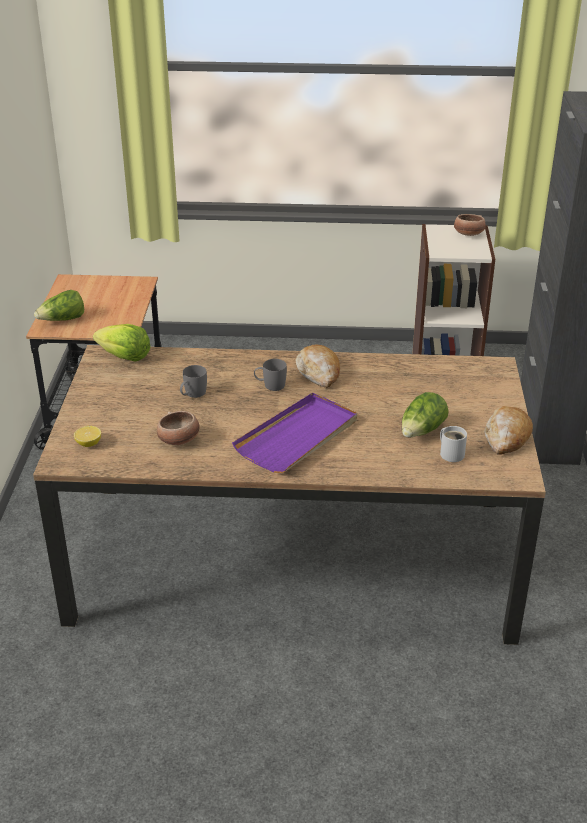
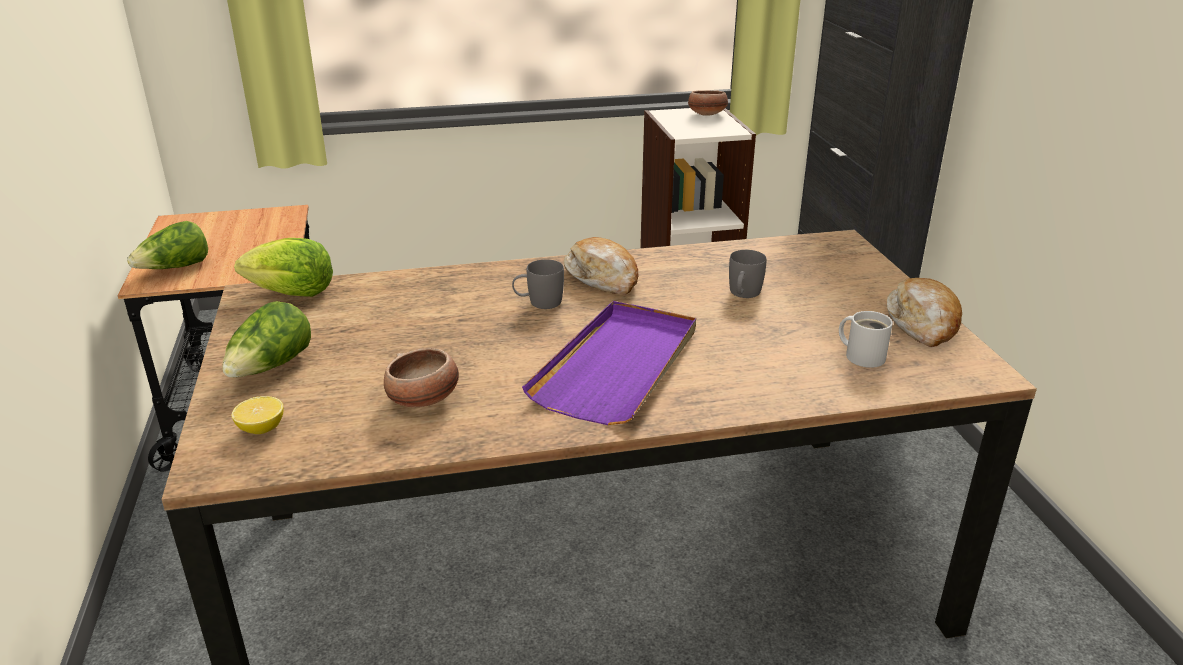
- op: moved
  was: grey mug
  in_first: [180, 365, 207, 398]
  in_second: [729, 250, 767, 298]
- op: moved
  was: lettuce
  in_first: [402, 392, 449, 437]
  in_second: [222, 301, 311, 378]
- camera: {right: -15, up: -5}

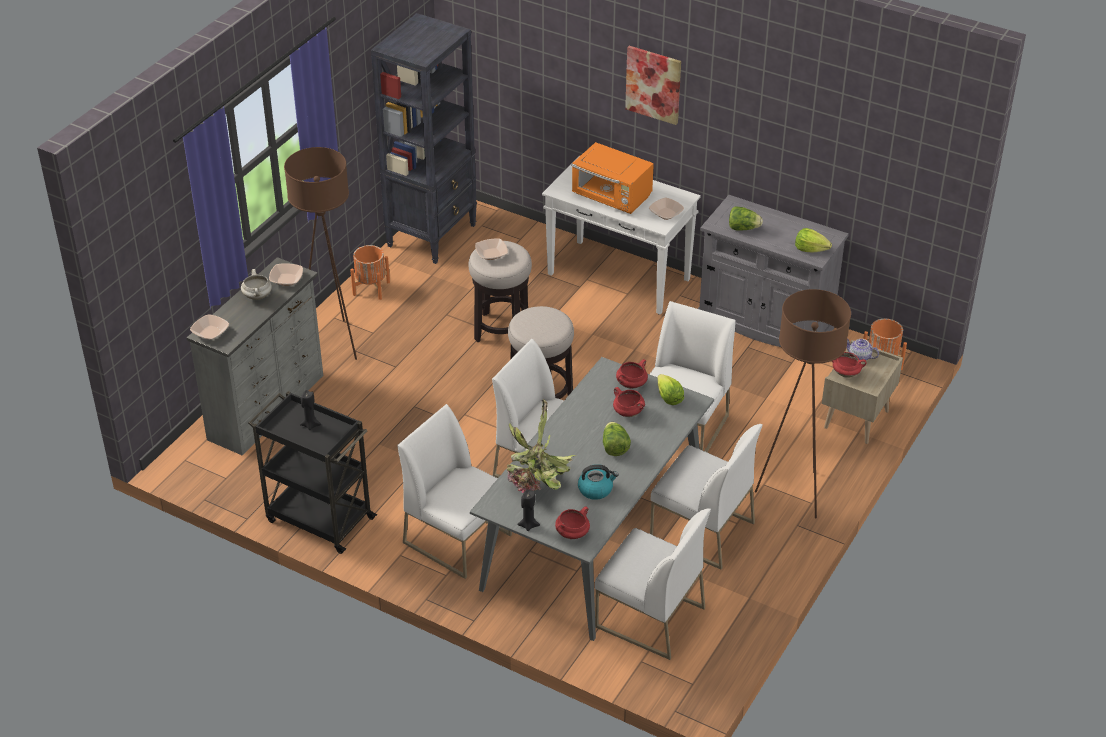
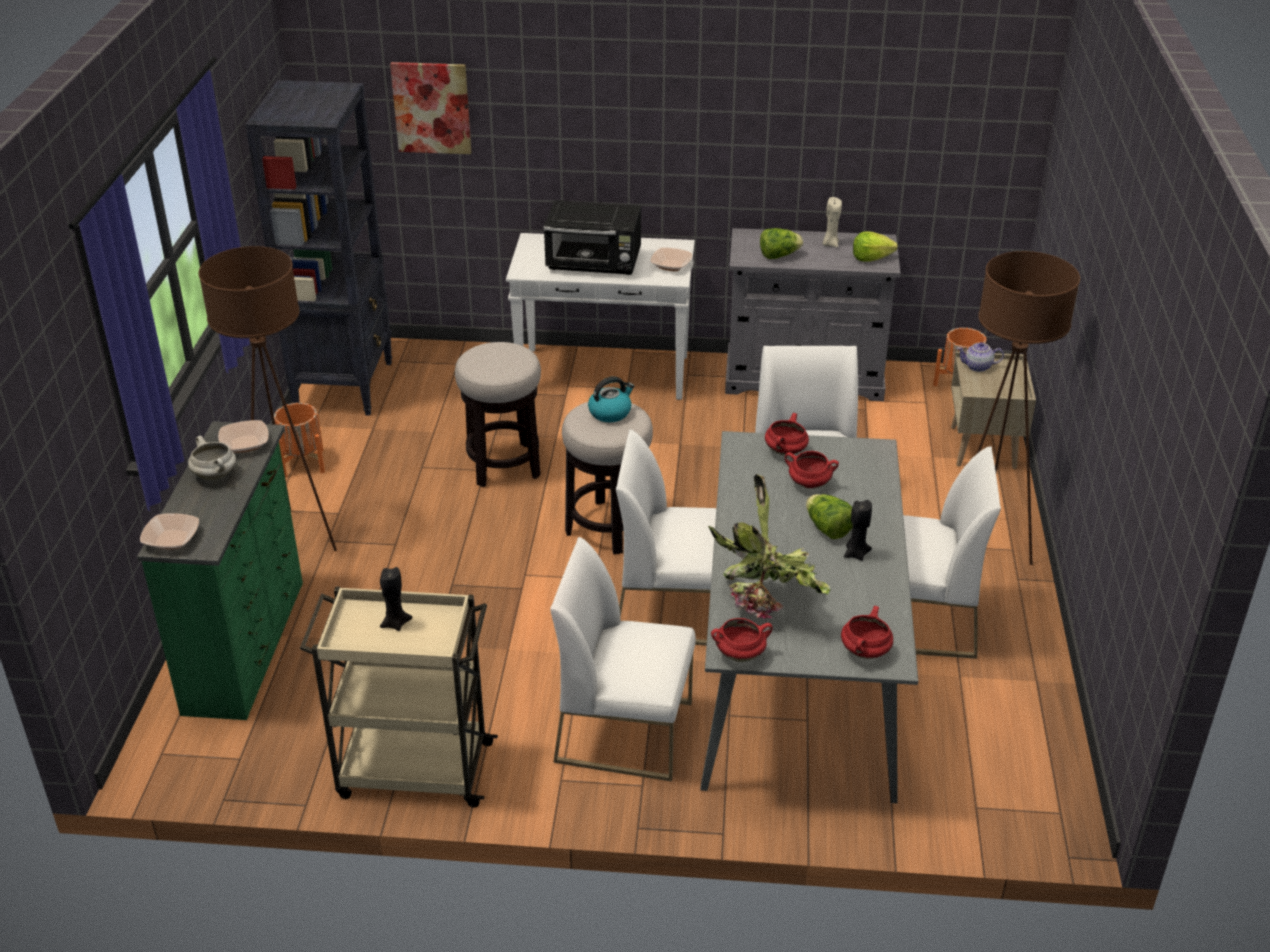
- op: removed
  was: bowl
  in_first: [475, 238, 508, 260]
- op: removed
  was: white chair
  in_first: [595, 508, 711, 660]
- op: removed
  was: lettuce
  in_first: [658, 374, 684, 405]
- op: added
  now: beige candle
  in_second: [822, 197, 842, 248]
- op: moved
  was: black candle
  in_first: [517, 490, 540, 531]
  in_second: [844, 500, 872, 561]
- op: moved
  was: kettle
  in_first: [578, 464, 619, 500]
  in_second: [588, 376, 634, 422]
- op: moved
  was: picture
  in_first: [625, 46, 681, 125]
  in_second: [390, 62, 471, 154]
- op: moved
  was: red cooking pot
  in_first: [832, 352, 867, 378]
  in_second: [711, 618, 772, 662]
- op: recoloured
  was: grey dresser
  now: green dresser
  in_first: [187, 257, 323, 456]
  in_second: [137, 421, 303, 720]
- op: recoloured
  was: black cart
  now: beige cart
  in_first: [248, 391, 377, 554]
  in_second: [300, 586, 498, 808]
- op: recoloured
  was: orange microwave
  now: black microwave
  in_first: [572, 142, 654, 214]
  in_second: [543, 200, 641, 275]
- camera: {right: -25, up: -5}

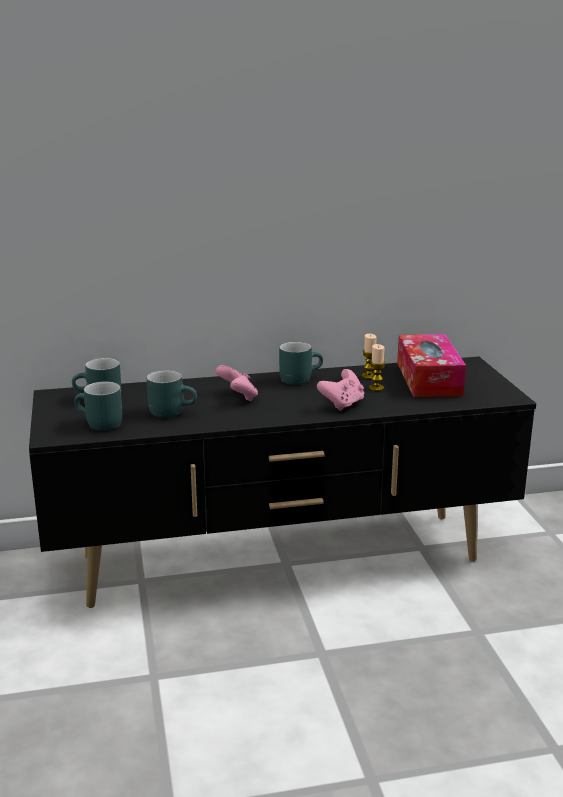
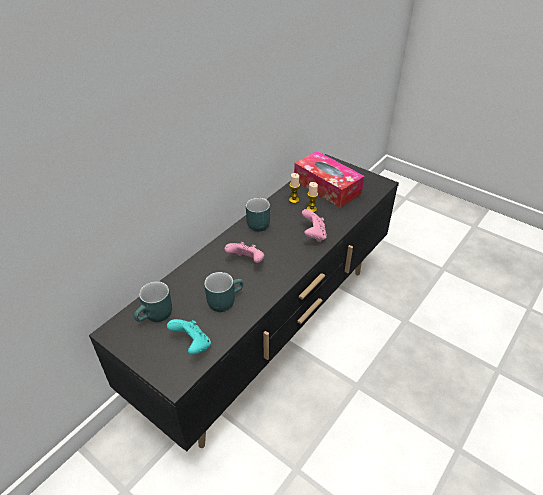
- op: replaced
  was: turquoise mug
  now: turquoise game controller
  in_first: [75, 381, 122, 431]
  in_second: [167, 319, 211, 355]
- camera: {right: -40, up: 20}

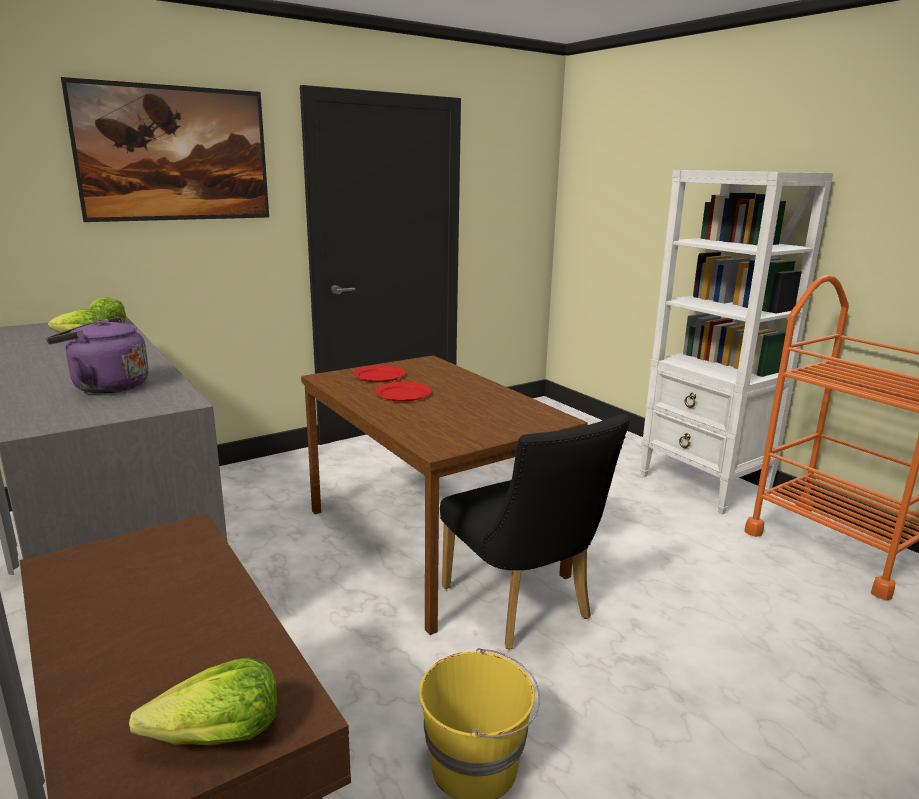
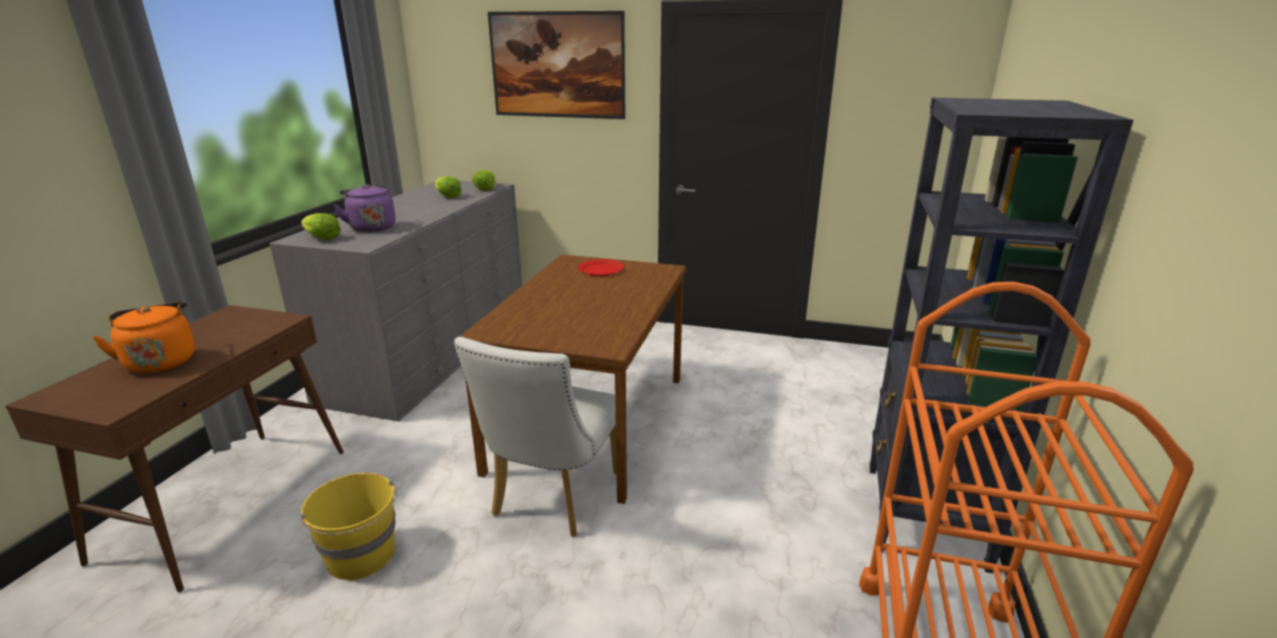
- op: removed
  was: red plate
  in_first: [374, 382, 431, 402]
- op: added
  now: orange kettle
  in_second: [92, 301, 195, 373]
- op: moved
  was: lettuce
  in_first: [129, 658, 278, 746]
  in_second: [301, 213, 341, 240]
- op: recoloured
  was: black chair
  now: white chair
  in_first: [440, 414, 630, 649]
  in_second: [454, 337, 617, 537]
- op: recoloured
  was: white bookcase
  now: black bookcase
  in_first: [640, 170, 833, 514]
  in_second: [869, 98, 1134, 573]
- camera: {right: 50, up: 5}

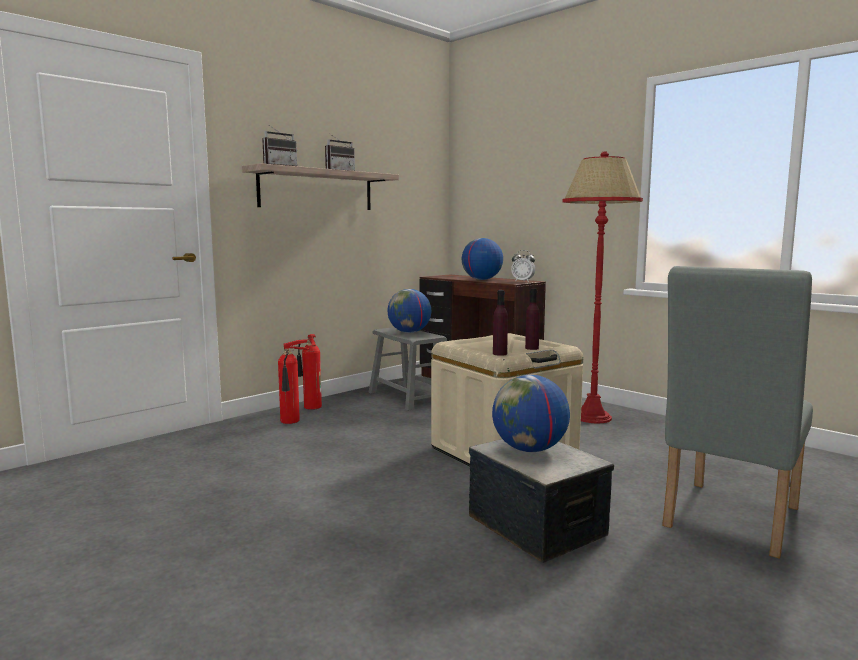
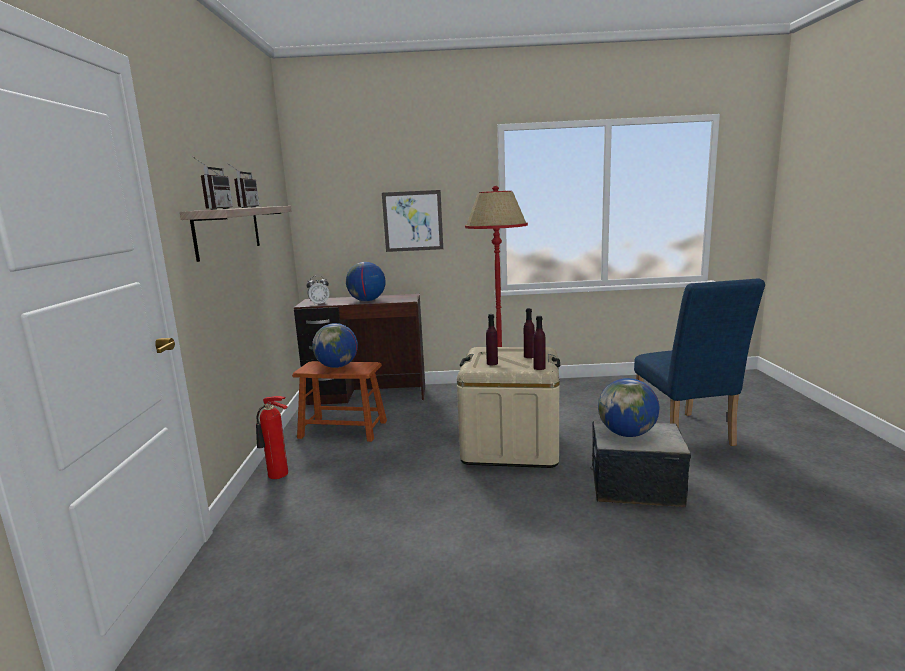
- op: removed
  was: fire extinguisher
  in_first: [278, 339, 309, 424]
- op: added
  now: picture
  in_second: [382, 190, 443, 252]
- op: added
  now: purple bottle
  in_second: [486, 314, 498, 365]
- op: moved
  was: alarm clock
  in_first: [511, 250, 535, 282]
  in_second: [306, 276, 329, 305]
- op: recoloured
  was: grey stool
  now: brown stool
  in_first: [368, 327, 447, 411]
  in_second: [292, 361, 387, 442]
- op: recoloured
  was: grey chair
  now: blue chair
  in_first: [662, 266, 813, 559]
  in_second: [634, 279, 765, 446]
- camera: {right: -45, up: 5}

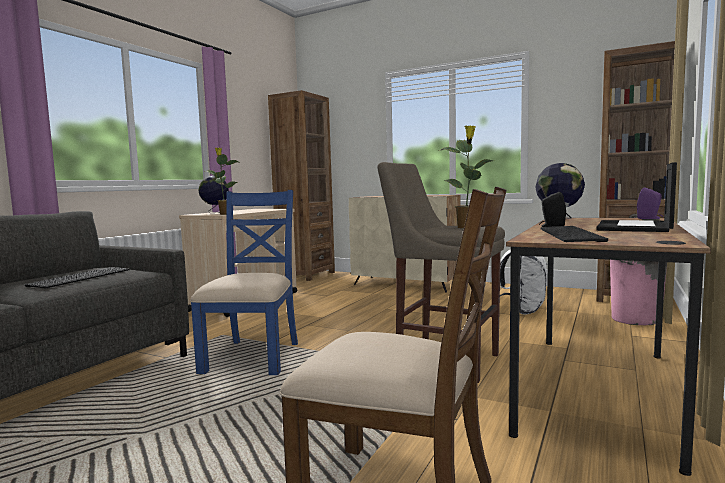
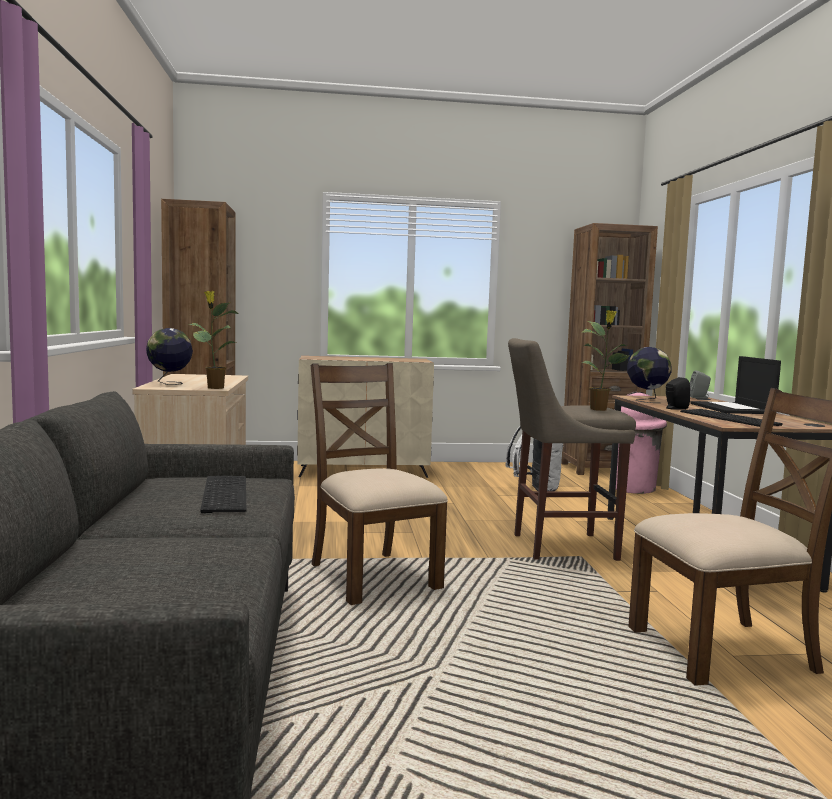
- op: recoloured
  was: blue chair
  now: brown chair
  in_first: [190, 190, 298, 375]
  in_second: [311, 363, 448, 605]
- op: recoloured
  was: purple speaker
  now: grey speaker
  in_first: [637, 188, 663, 219]
  in_second: [690, 370, 711, 398]
- camera: {right: -35, up: 0}

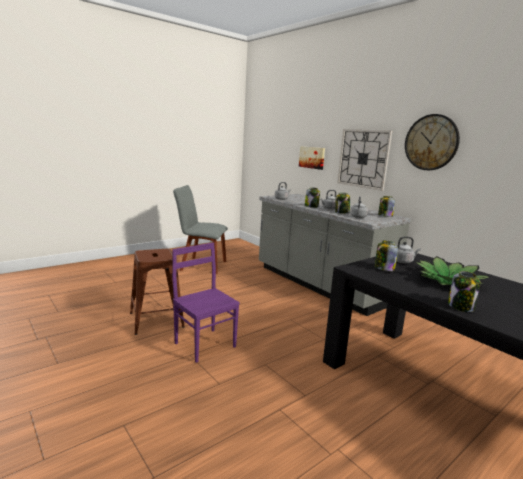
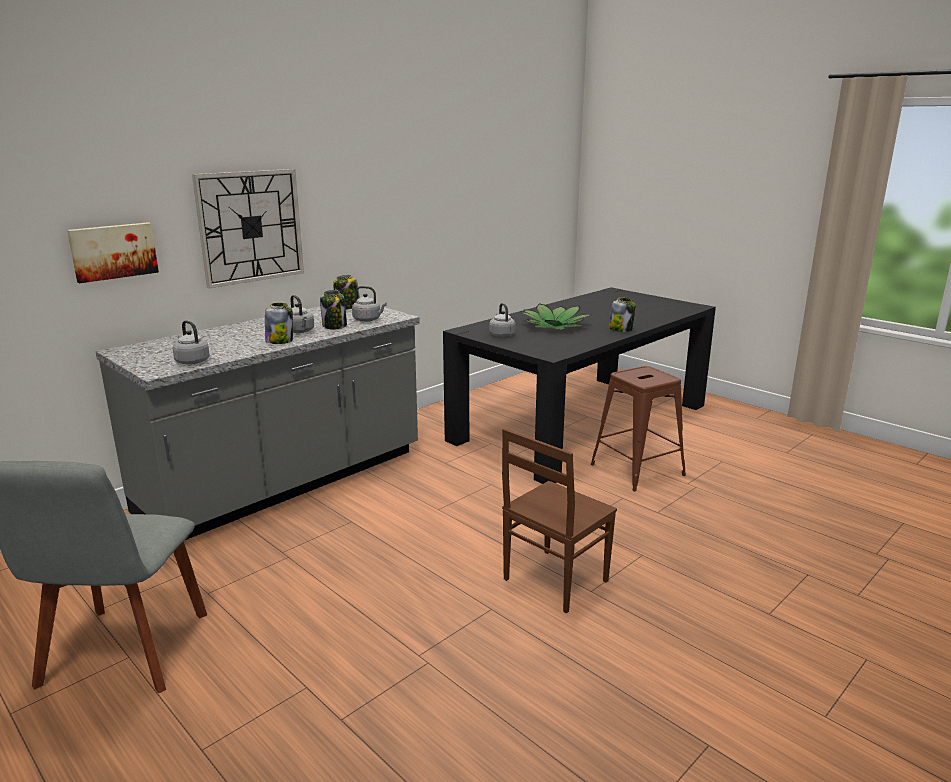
- op: removed
  was: jar
  in_first: [374, 241, 398, 271]
- op: removed
  was: wall clock
  in_first: [405, 114, 460, 170]
- op: moved
  was: brown stool
  in_first: [130, 249, 185, 335]
  in_second: [591, 366, 686, 491]
- op: recoloured
  was: purple chair
  now: brown chair
  in_first: [172, 243, 240, 363]
  in_second: [502, 428, 617, 613]
- camera: {right: -95, up: 5}

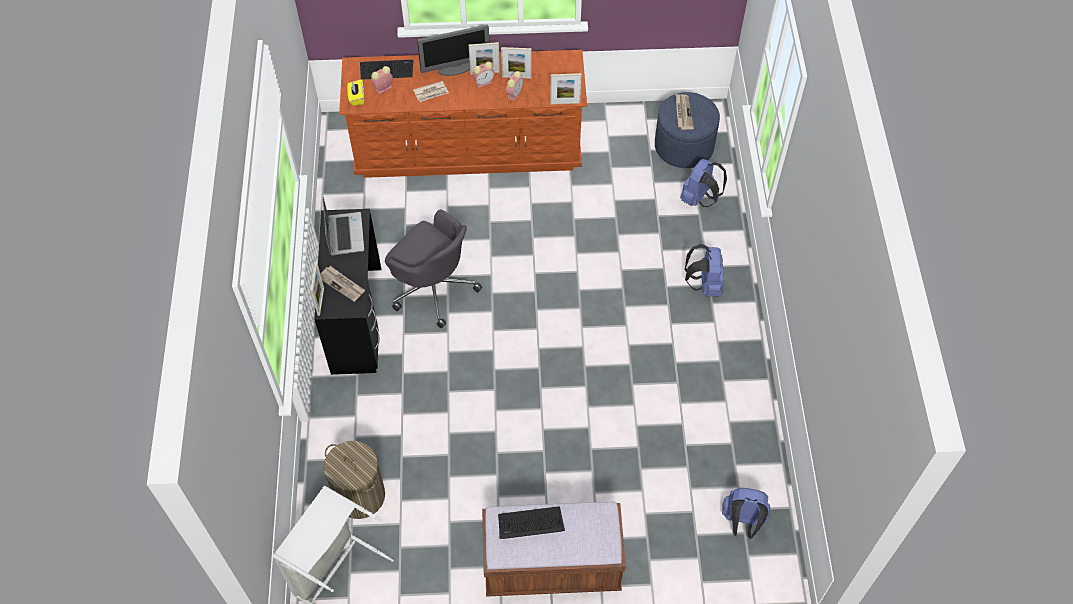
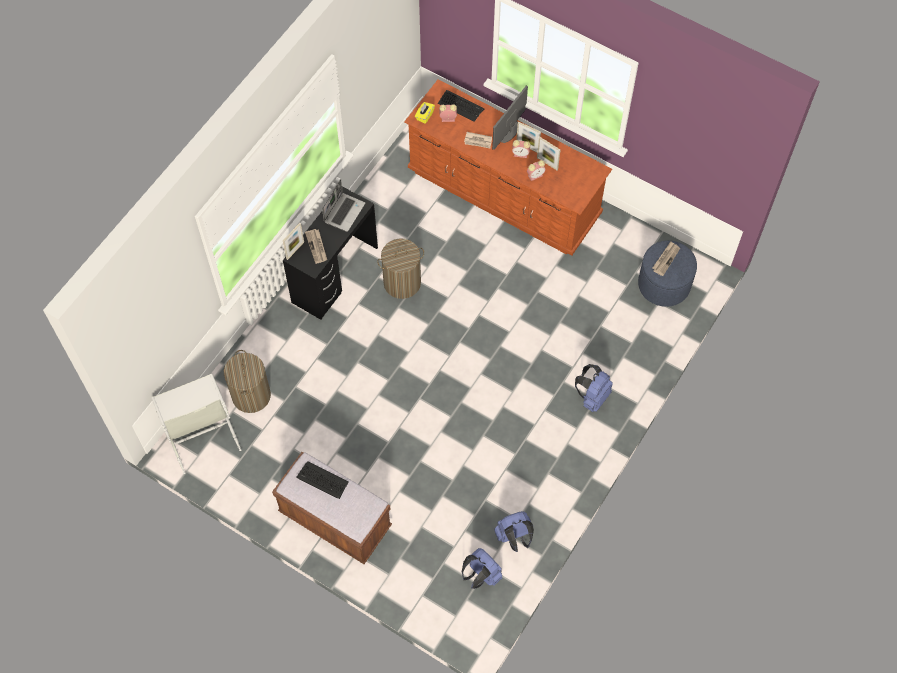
- op: removed
  was: picture frame
  in_first: [550, 73, 582, 105]
- op: moved
  was: blue backpack
  in_first: [680, 159, 727, 207]
  in_second: [494, 511, 534, 552]
- op: replaced
  was: grey office chair
  now: laundry basket
  in_first: [385, 209, 482, 328]
  in_second: [377, 238, 424, 299]
- op: turned
  was: monitor
  in_first: [417, 24, 490, 76]
  in_second: [492, 86, 528, 150]
  clockwise: 105
- camera: {right: 35, up: 5}

